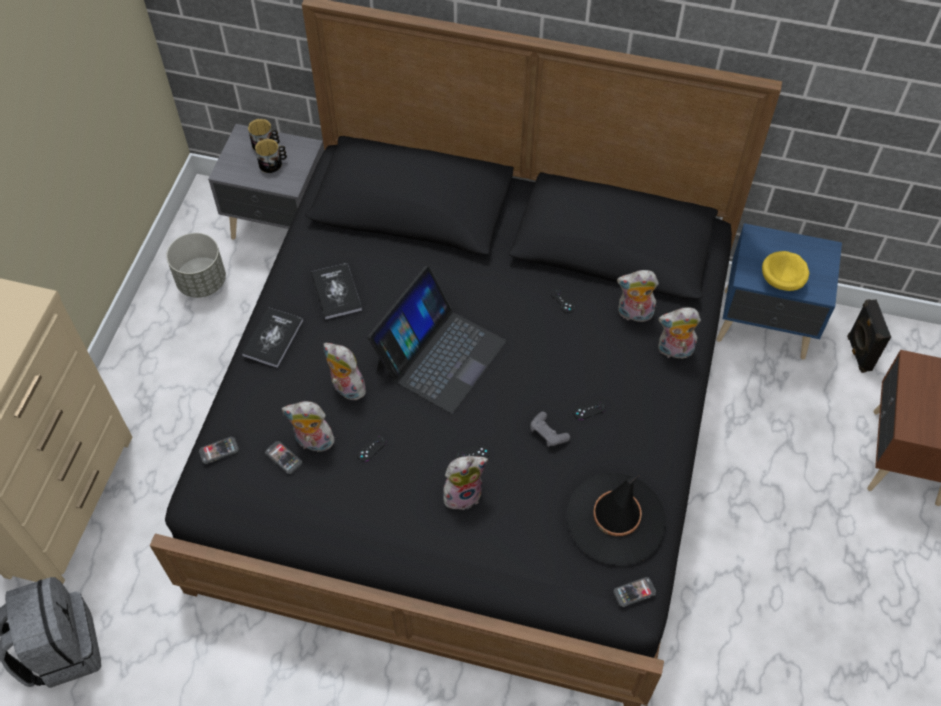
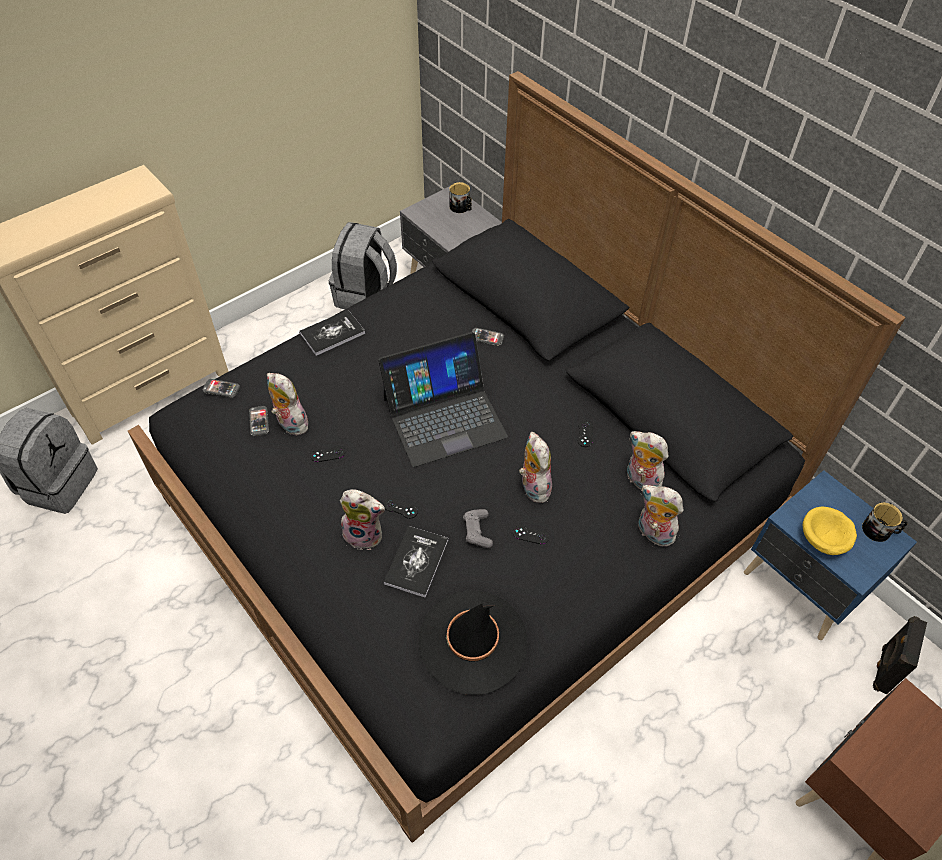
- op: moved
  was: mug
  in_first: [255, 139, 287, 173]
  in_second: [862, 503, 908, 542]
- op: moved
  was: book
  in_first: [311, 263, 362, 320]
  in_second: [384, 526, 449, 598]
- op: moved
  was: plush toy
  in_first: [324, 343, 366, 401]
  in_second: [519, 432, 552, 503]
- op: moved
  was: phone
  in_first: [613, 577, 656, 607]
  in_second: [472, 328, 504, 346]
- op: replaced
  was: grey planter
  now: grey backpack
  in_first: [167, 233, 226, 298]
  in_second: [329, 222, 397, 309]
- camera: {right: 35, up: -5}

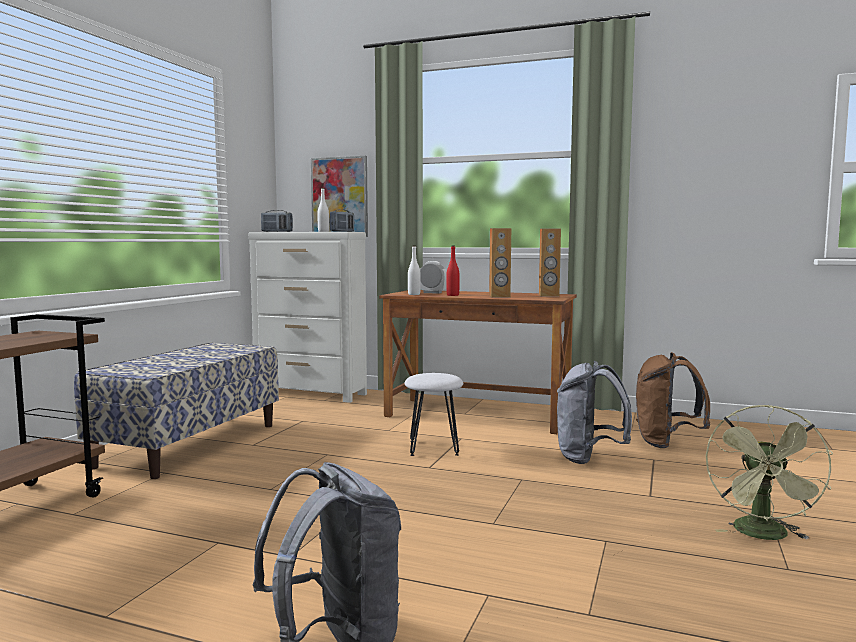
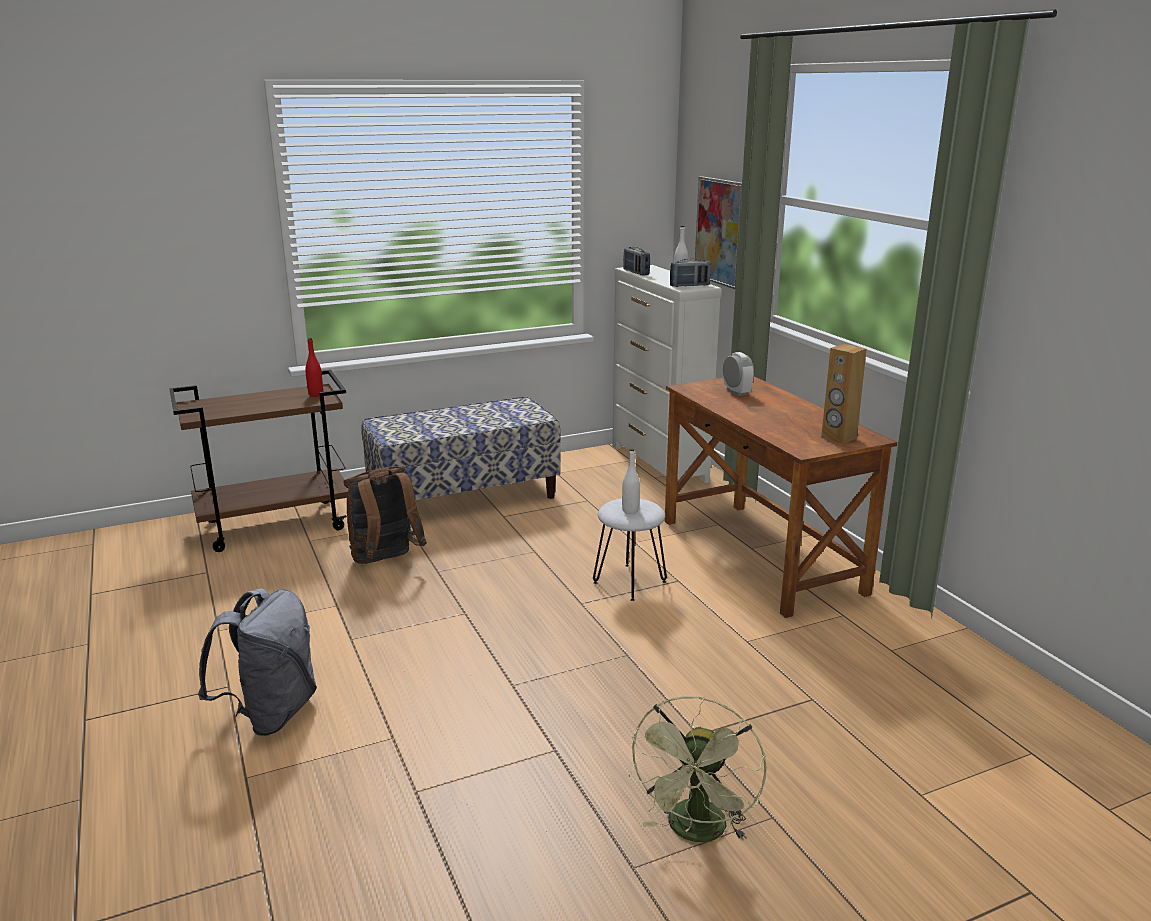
- op: removed
  was: brown speaker
  in_first: [489, 228, 511, 298]
- op: removed
  was: grey backpack
  in_first: [557, 361, 632, 464]
- op: moved
  was: white bottle
  in_first: [408, 245, 421, 295]
  in_second: [622, 449, 640, 514]
- op: moved
  was: red bottle
  in_first: [446, 246, 460, 296]
  in_second: [305, 338, 323, 397]
- op: moved
  was: brown backpack
  in_first: [636, 352, 710, 448]
  in_second: [344, 466, 427, 564]
- op: turned
  was: green fan
  in_first: [706, 405, 833, 540]
  in_second: [629, 696, 767, 842]
  clockwise: -45
- camera: {right: 45, up: 15}

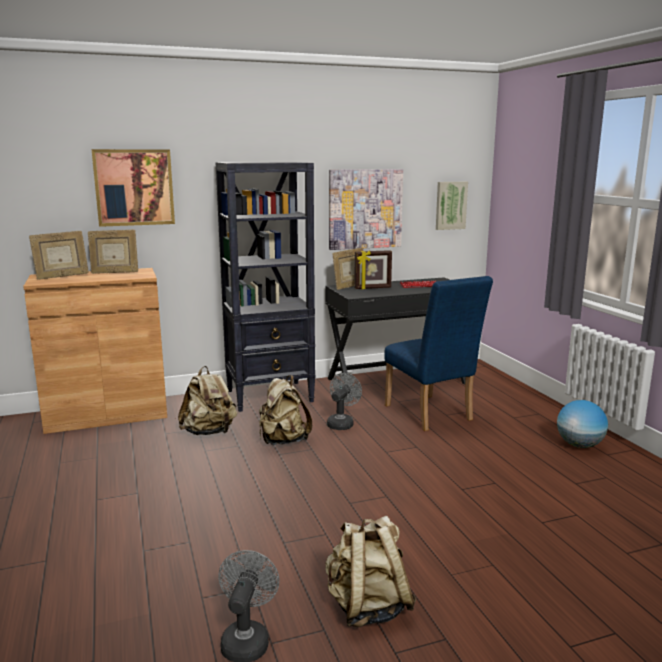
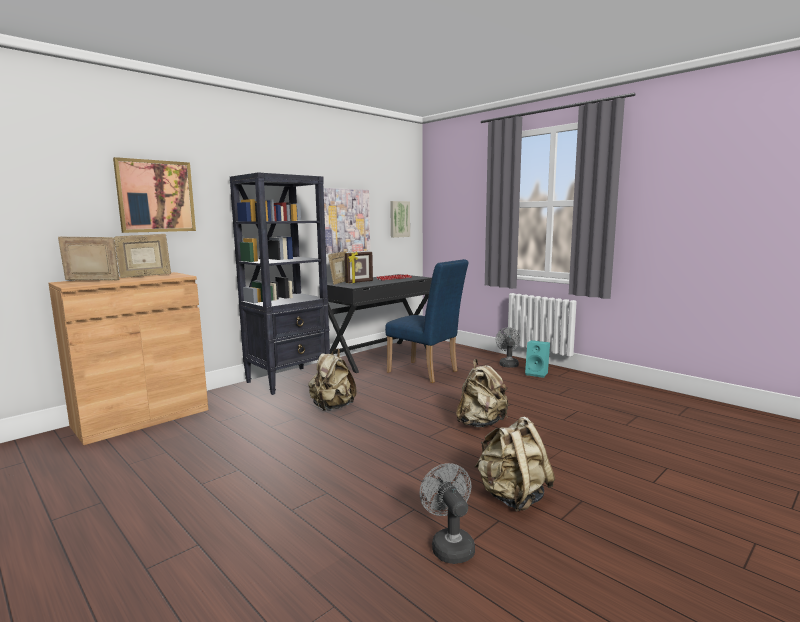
- op: moved
  was: beige backpack
  in_first: [178, 366, 237, 435]
  in_second: [456, 359, 509, 427]
- op: moved
  was: grey fan
  in_first: [327, 373, 362, 430]
  in_second: [496, 327, 520, 368]
- op: replaced
  was: globe
  now: turquoise speaker
  in_first: [557, 400, 608, 448]
  in_second: [525, 340, 550, 378]
- op: turned
  was: picture frame
  in_first: [29, 231, 89, 280]
  in_second: [58, 236, 119, 280]
  clockwise: -135
- camera: {right: -25, up: -5}

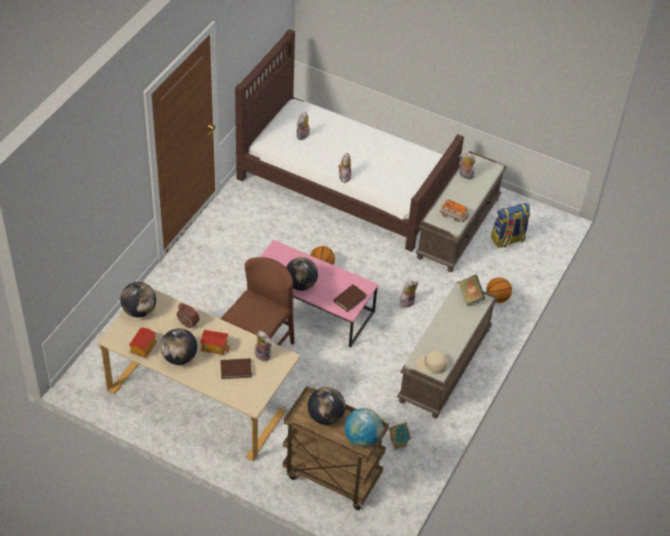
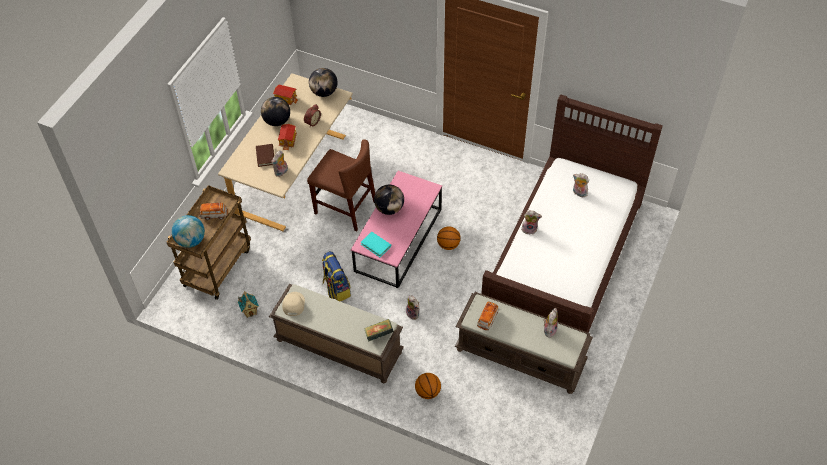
- op: moved
  was: backpack
  in_first: [491, 203, 530, 248]
  in_second: [322, 251, 351, 301]
- op: replaced
  was: globe
  now: toy car
  in_first: [308, 387, 345, 425]
  in_second: [199, 202, 228, 220]
- op: recoloured
  was: brown book
  now: turquoise book
  in_first: [334, 285, 367, 312]
  in_second: [361, 232, 391, 257]
- camera: {right: 90, up: 5}

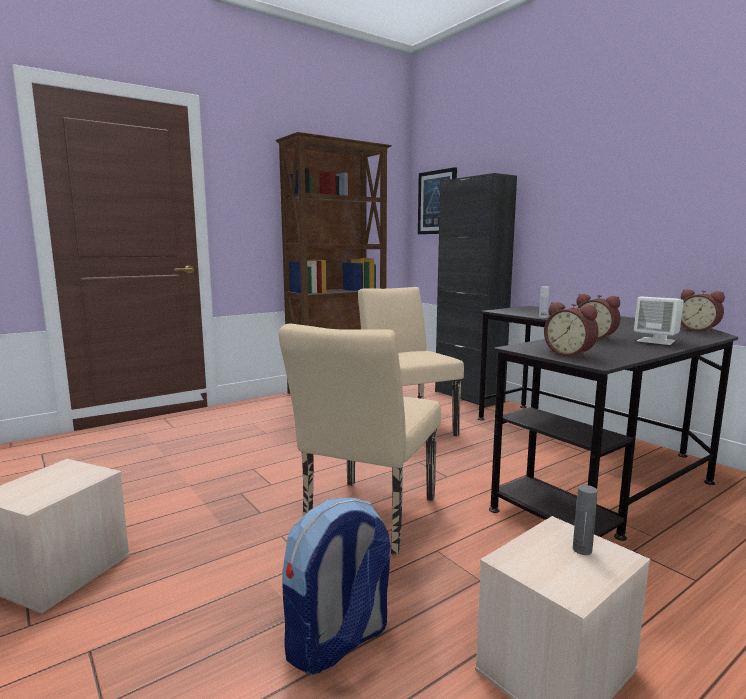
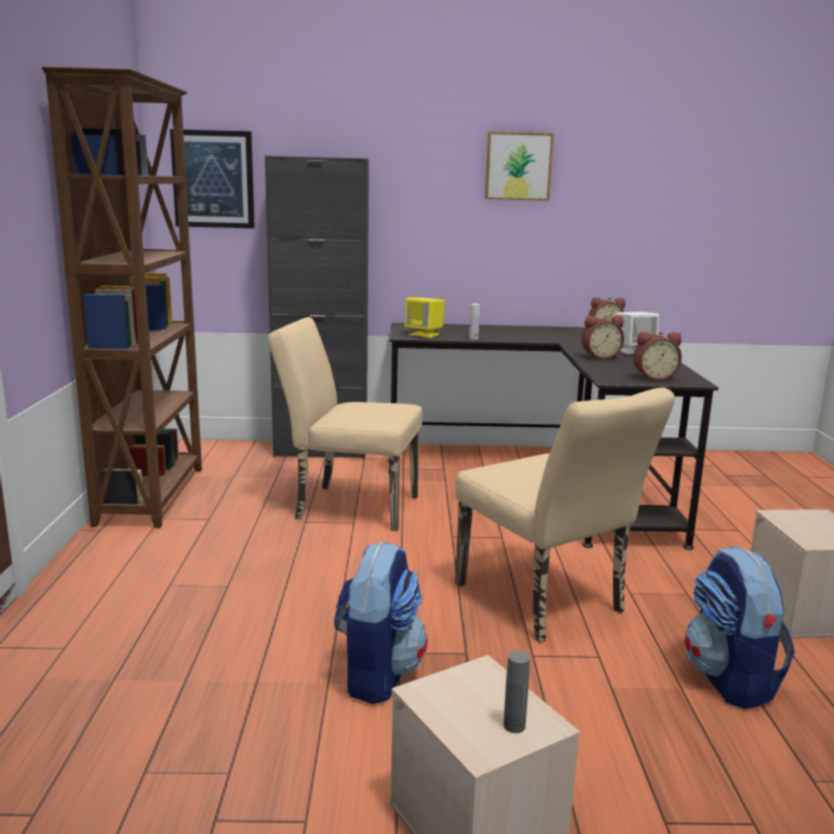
- op: added
  now: backpack
  in_second: [334, 541, 428, 704]
- op: added
  now: yellow speaker
  in_second: [404, 297, 445, 338]
- op: added
  now: picture
  in_second: [485, 132, 554, 201]
- op: moved
  was: grey bottle
  in_first: [573, 485, 597, 555]
  in_second: [503, 651, 530, 733]
- camera: {right: -55, up: 5}

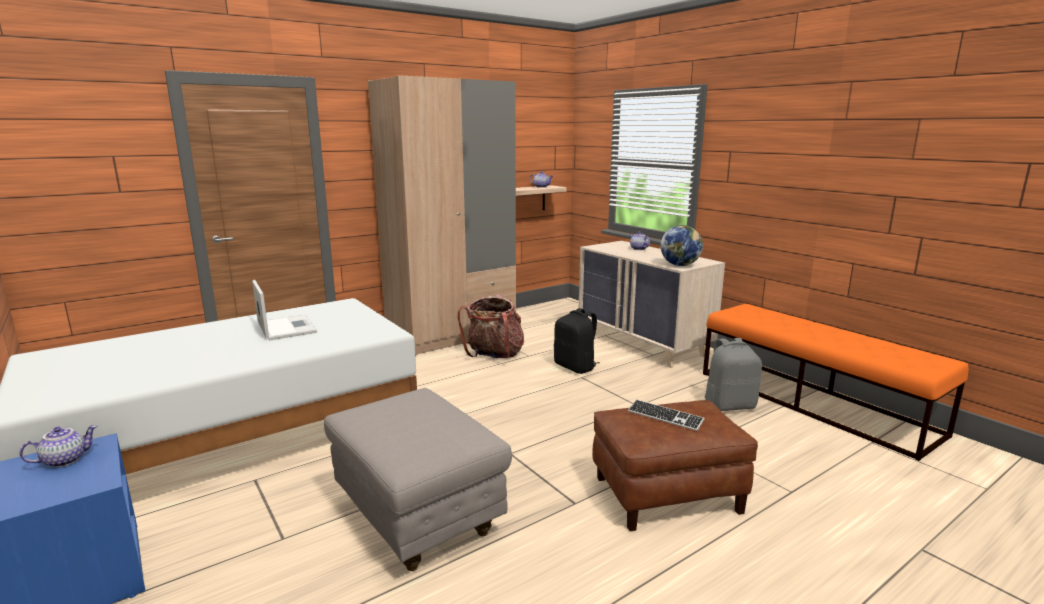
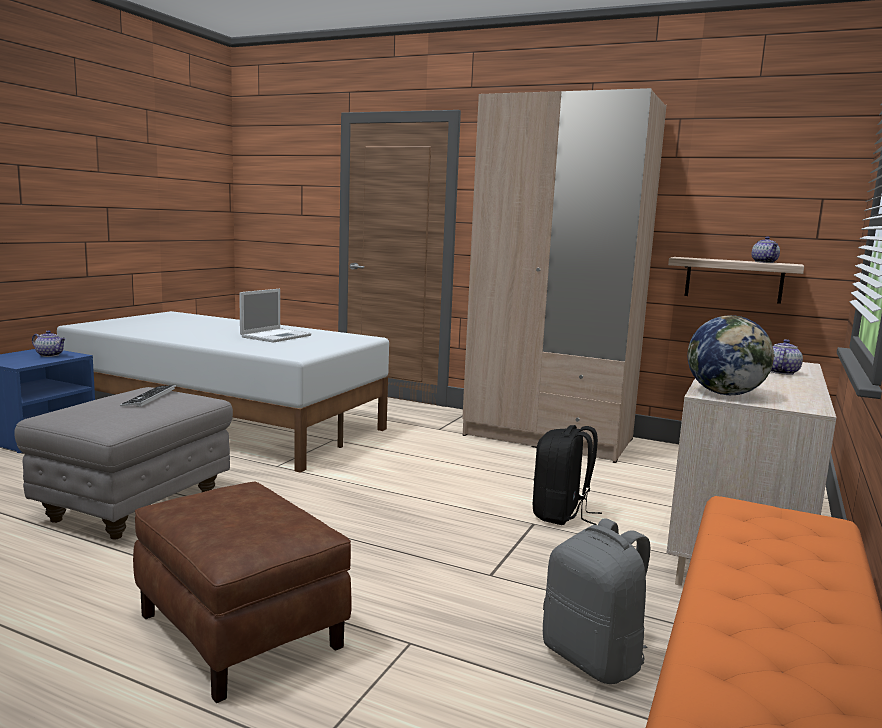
- op: removed
  was: backpack
  in_first: [458, 295, 524, 358]
- op: moved
  was: keyboard
  in_first: [628, 399, 704, 431]
  in_second: [120, 385, 177, 407]
- camera: {right: 60, up: -5}

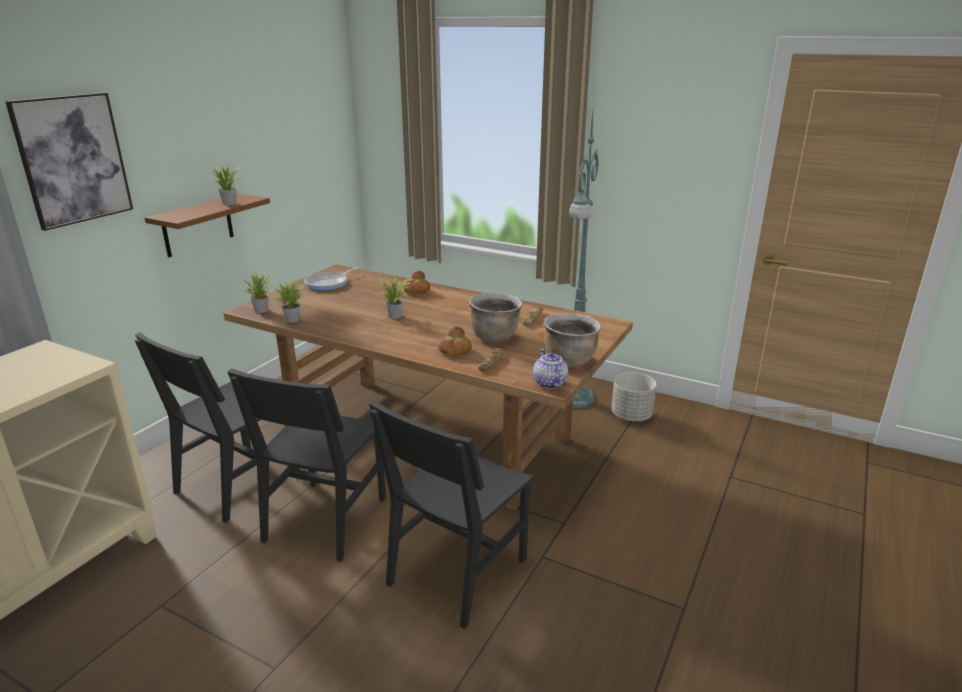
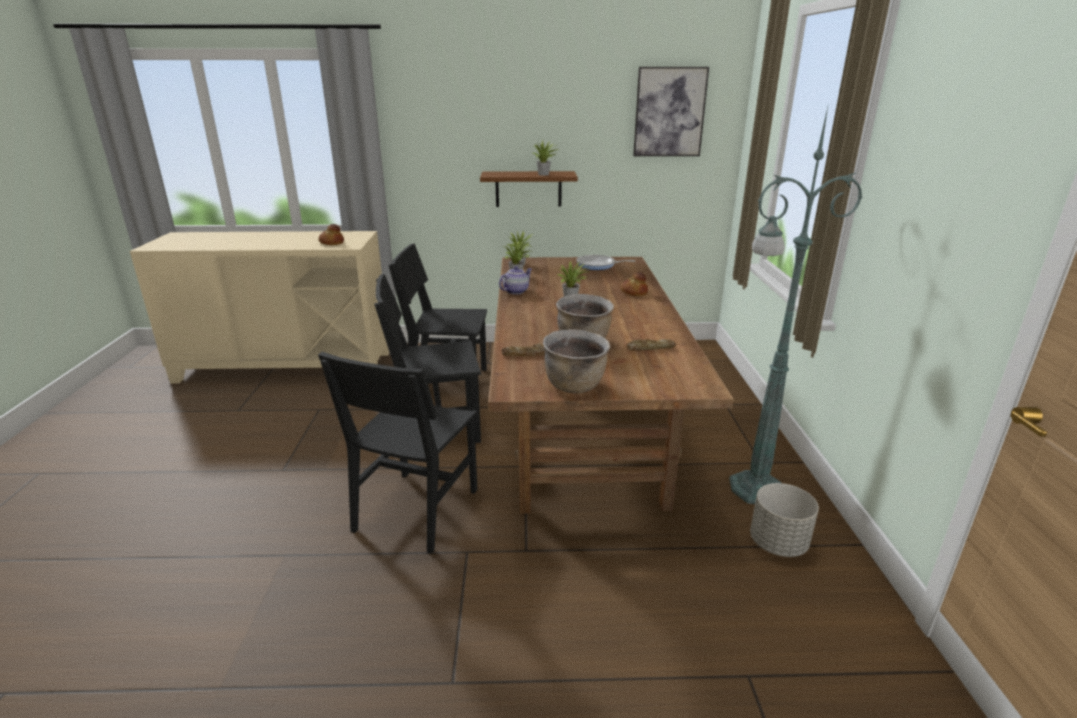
- op: moved
  was: picture
  in_first: [5, 93, 133, 231]
  in_second: [633, 67, 709, 156]
- op: moved
  was: bread
  in_first: [438, 326, 472, 356]
  in_second: [319, 224, 344, 245]
- op: moved
  was: teapot
  in_first: [533, 349, 568, 389]
  in_second: [499, 266, 532, 294]
- op: turned
  was: black chair
  in_first: [369, 400, 534, 629]
  in_second: [318, 352, 478, 554]
  clockwise: -75
- camera: {right: 60, up: 0}

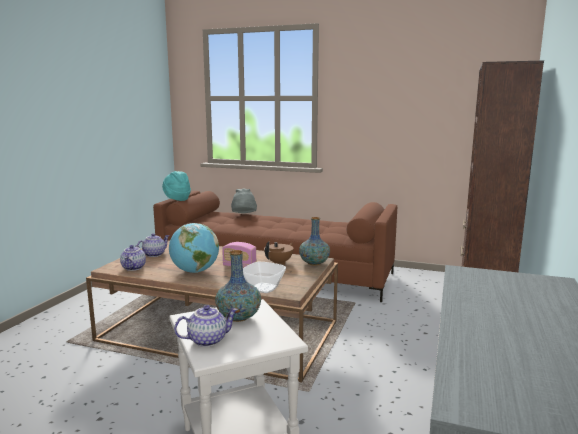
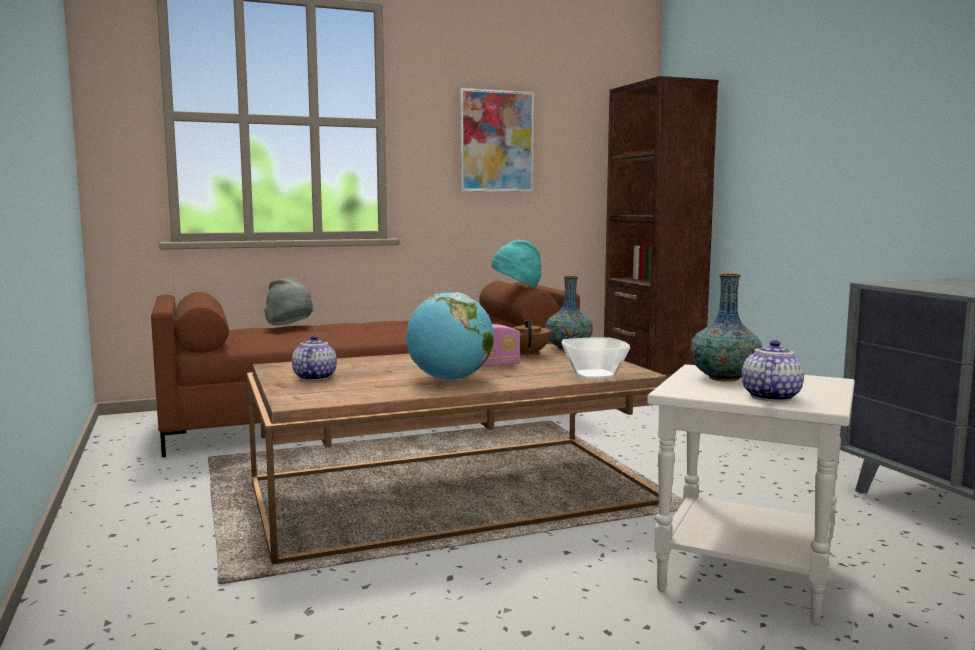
- op: removed
  was: teapot
  in_first: [120, 245, 146, 271]
- op: added
  now: picture
  in_second: [460, 88, 534, 192]
- op: moved
  was: turquoise hat
  in_first: [162, 171, 191, 201]
  in_second: [492, 239, 542, 288]
- camera: {right: -40, up: -5}

